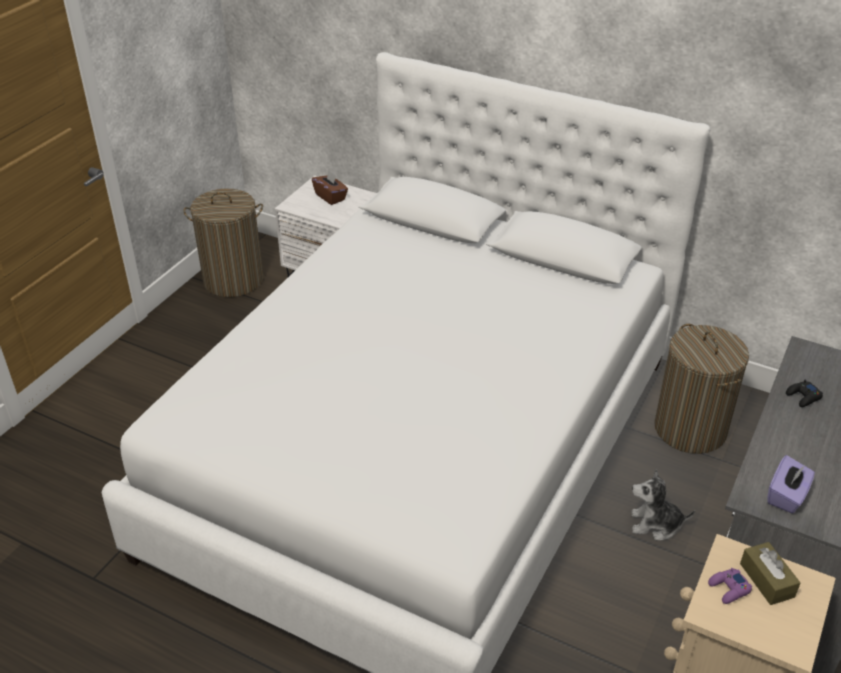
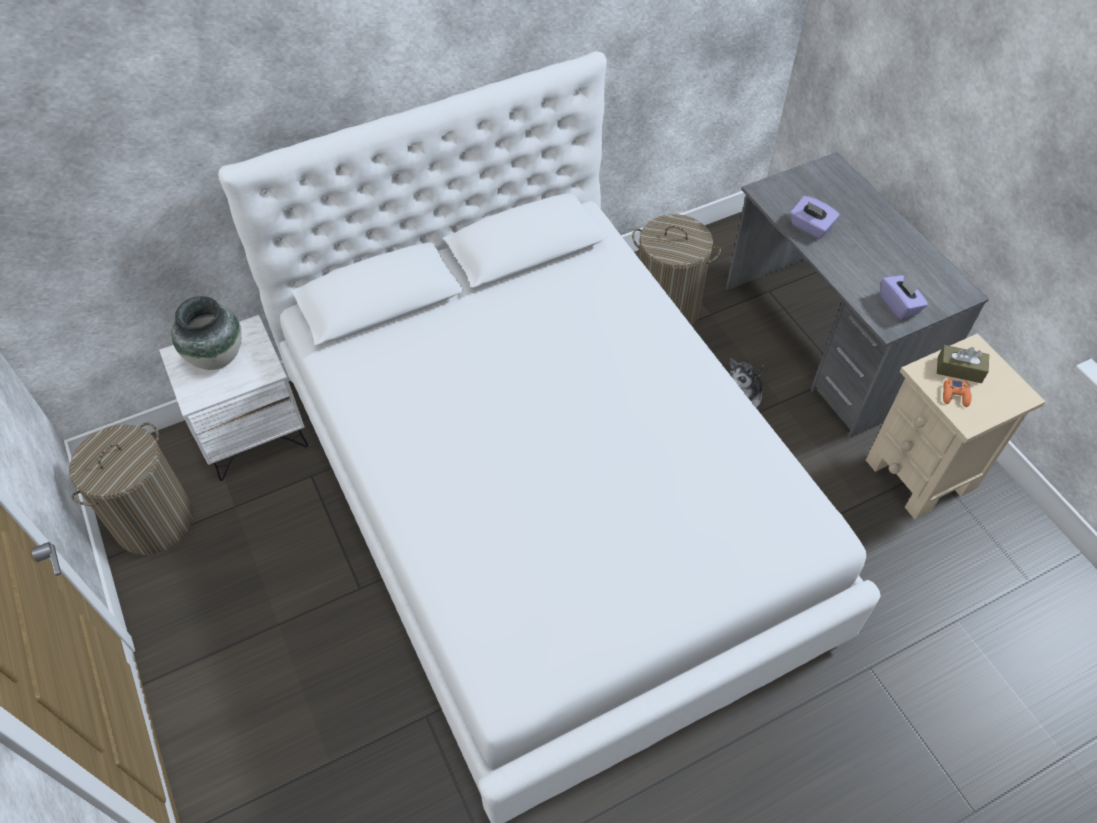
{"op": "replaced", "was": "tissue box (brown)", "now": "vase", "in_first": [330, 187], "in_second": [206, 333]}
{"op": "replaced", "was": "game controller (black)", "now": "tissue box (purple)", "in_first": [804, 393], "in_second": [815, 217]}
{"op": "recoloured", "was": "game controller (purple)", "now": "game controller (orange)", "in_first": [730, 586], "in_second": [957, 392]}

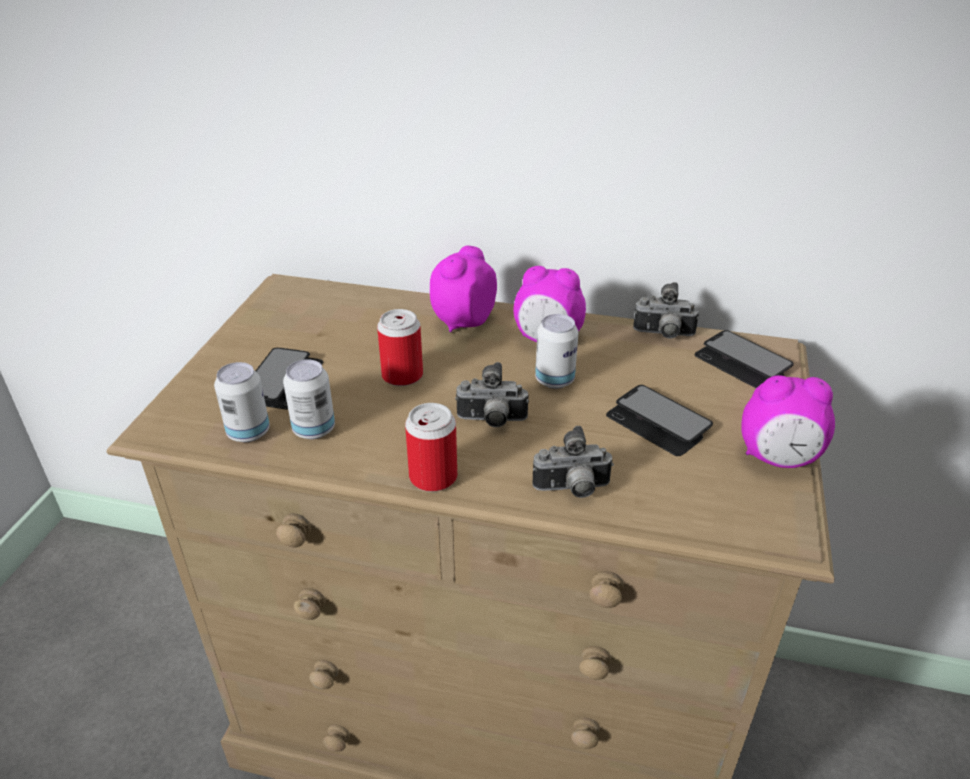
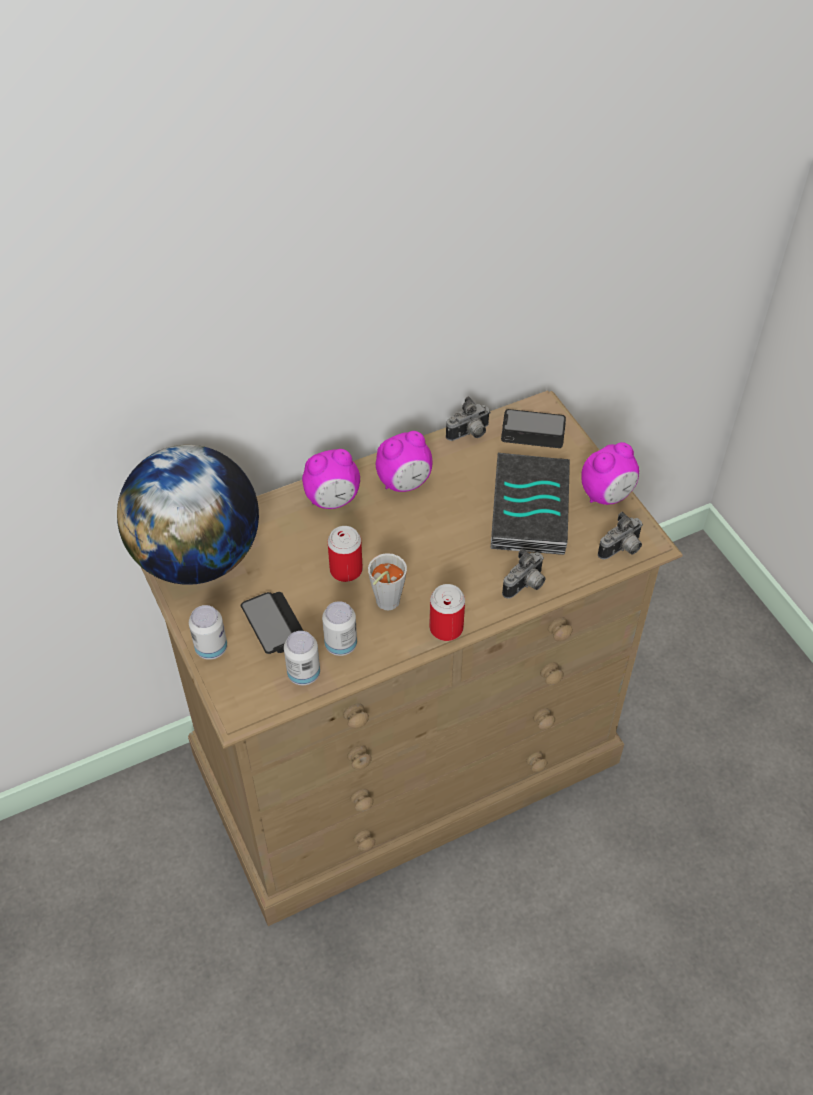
{"op": "added", "now": "globe", "in_second": [188, 515]}
{"op": "added", "now": "cup (grey)", "in_second": [387, 581]}
{"op": "moved", "was": "photo camera", "in_first": [492, 394], "in_second": [620, 536]}
{"op": "moved", "was": "can", "in_first": [556, 351], "in_second": [208, 632]}
{"op": "replaced", "was": "phone", "now": "book", "in_first": [659, 420], "in_second": [530, 504]}
{"op": "turned", "was": "alarm clock", "in_first": [463, 289], "in_second": [331, 479], "clockwise": -105}

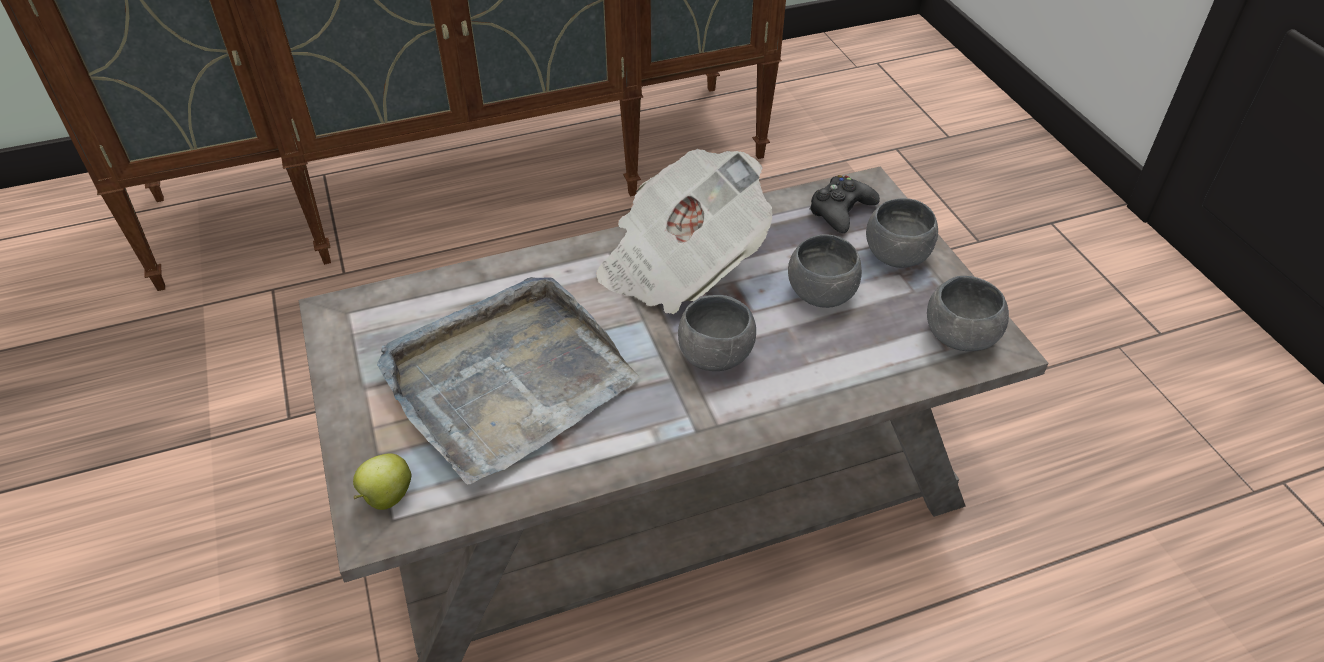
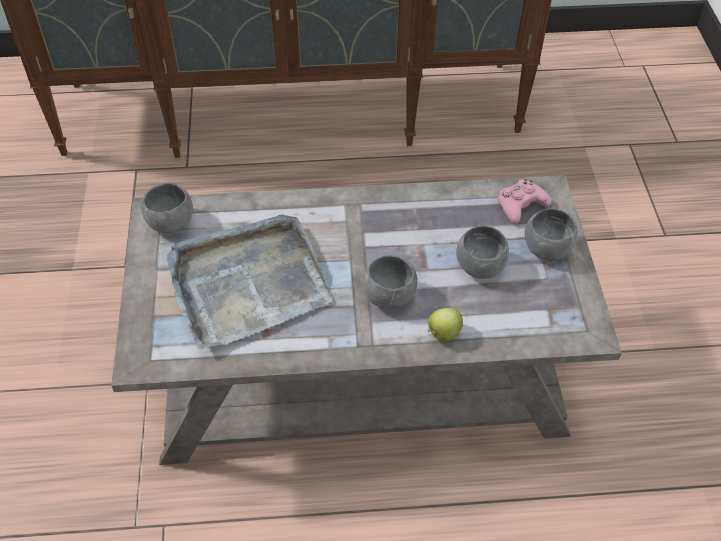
{"op": "removed", "was": "newspaper", "in_first": [684, 231]}
{"op": "moved", "was": "apple", "in_first": [382, 481], "in_second": [445, 325]}
{"op": "moved", "was": "bowl (grey)", "in_first": [968, 313], "in_second": [167, 208]}
{"op": "recoloured", "was": "game controller (black)", "now": "game controller (pink)", "in_first": [844, 204], "in_second": [524, 201]}

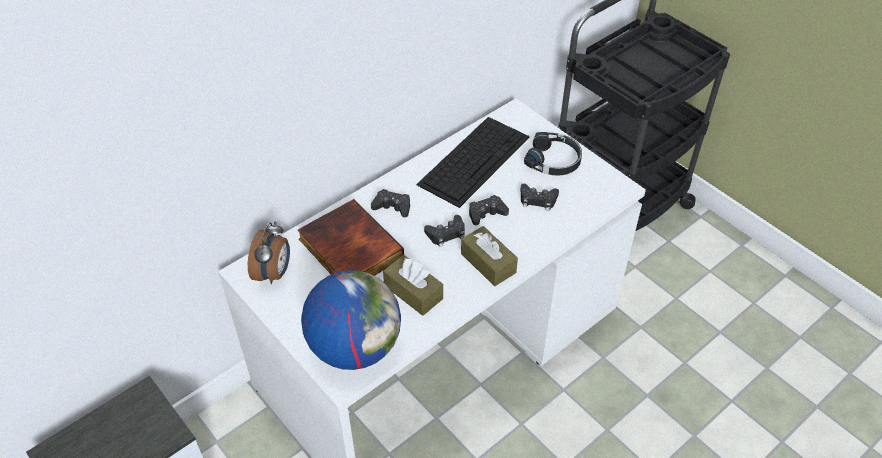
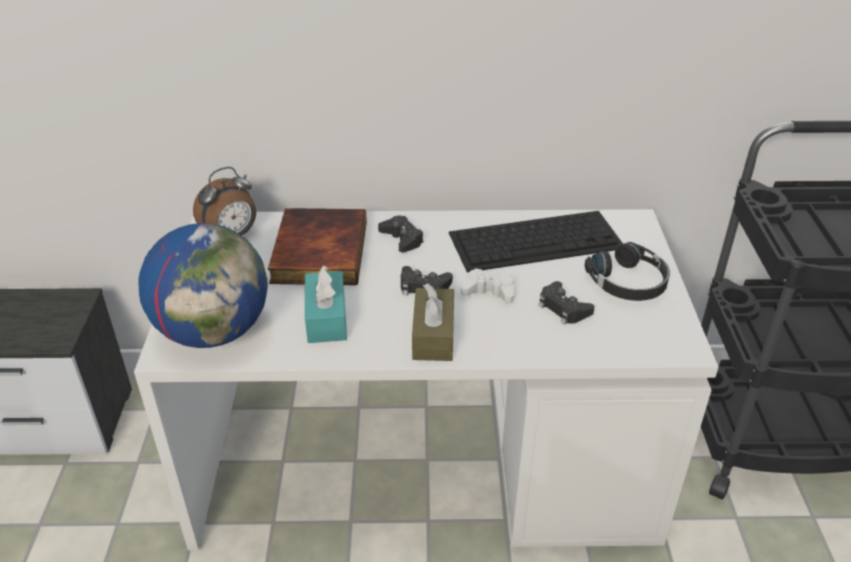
{"op": "recoloured", "was": "tissue box (brown)", "now": "tissue box (turquoise)", "in_first": [413, 285], "in_second": [326, 304]}
{"op": "recoloured", "was": "game controller (black)", "now": "game controller (white)", "in_first": [489, 210], "in_second": [487, 285]}

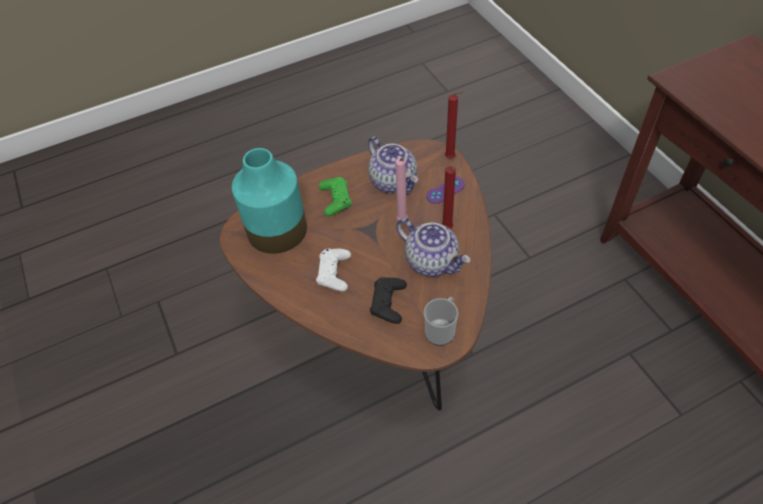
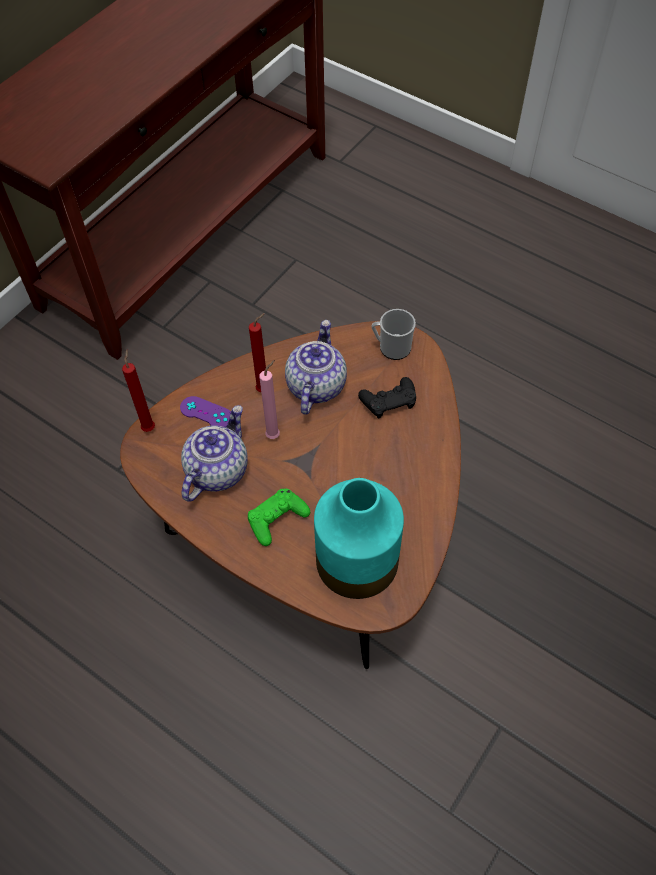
{"op": "removed", "was": "game controller (white)", "in_first": [333, 270]}

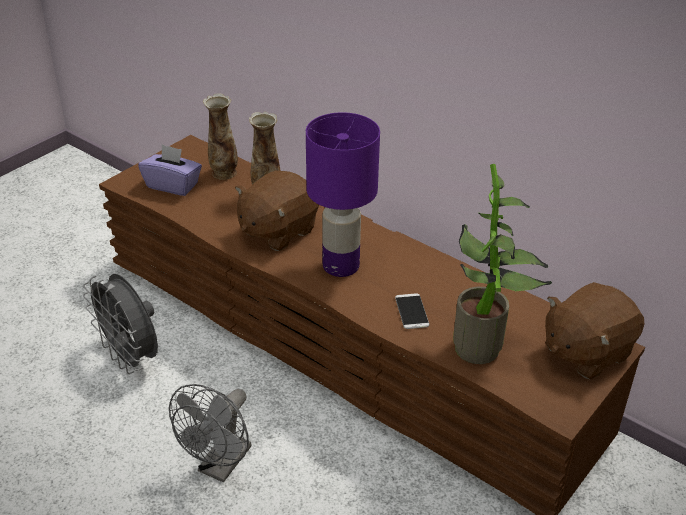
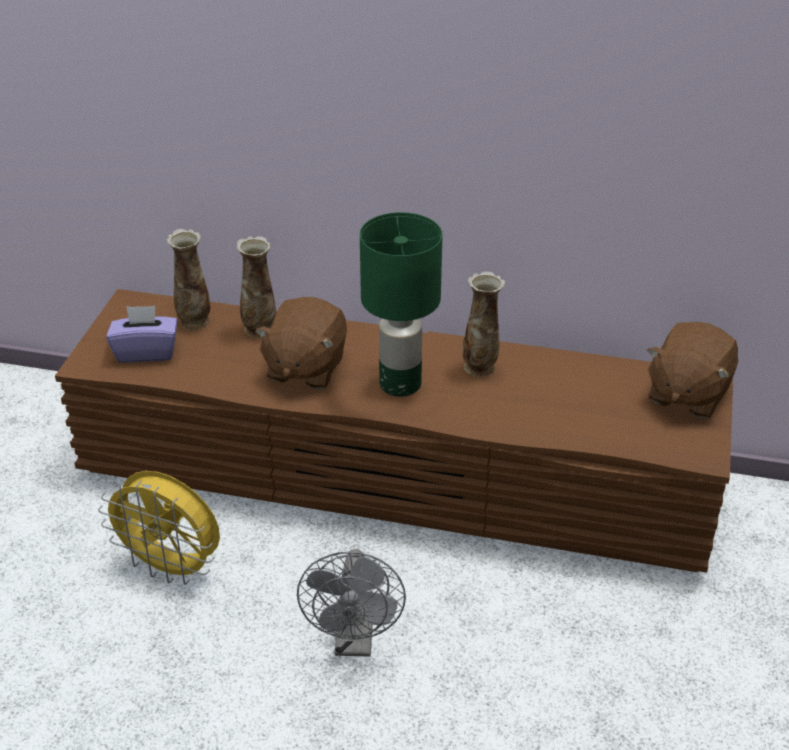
{"op": "removed", "was": "phone", "in_first": [412, 311]}
{"op": "removed", "was": "potted plant", "in_first": [502, 264]}
{"op": "added", "now": "vase", "in_second": [483, 324]}
{"op": "recoloured", "was": "fan (grey)", "now": "fan (yellow)", "in_first": [120, 324], "in_second": [159, 528]}
{"op": "recoloured", "was": "table lamp (purple)", "now": "table lamp (green)", "in_first": [343, 194], "in_second": [401, 304]}

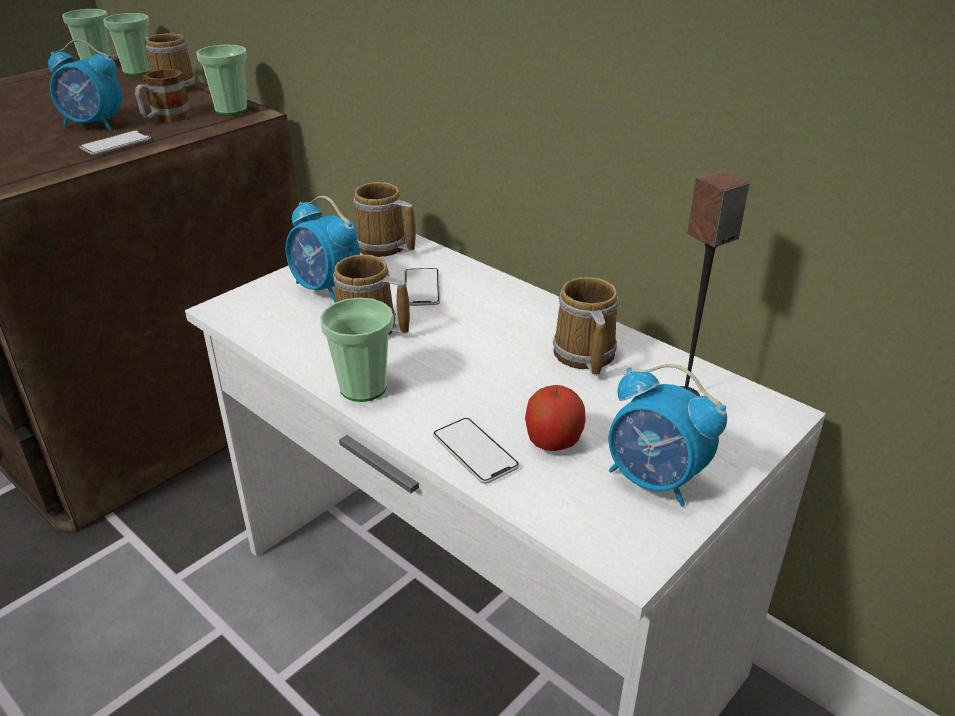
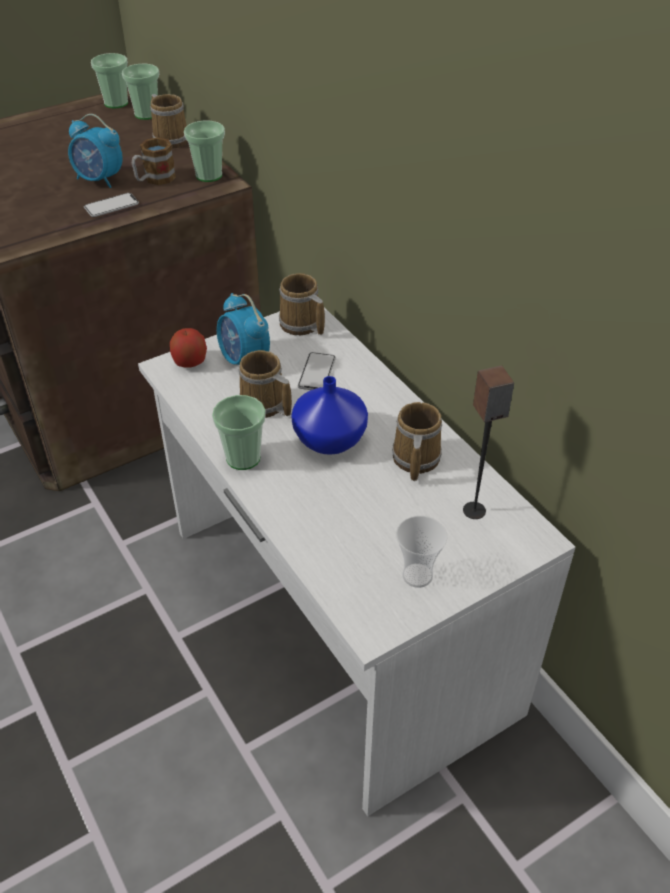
{"op": "removed", "was": "phone", "in_first": [476, 451]}
{"op": "added", "now": "vase (blue)", "in_second": [329, 415]}
{"op": "moved", "was": "apple", "in_first": [555, 418], "in_second": [188, 348]}
{"op": "replaced", "was": "alarm clock", "now": "cup", "in_first": [667, 435], "in_second": [422, 552]}

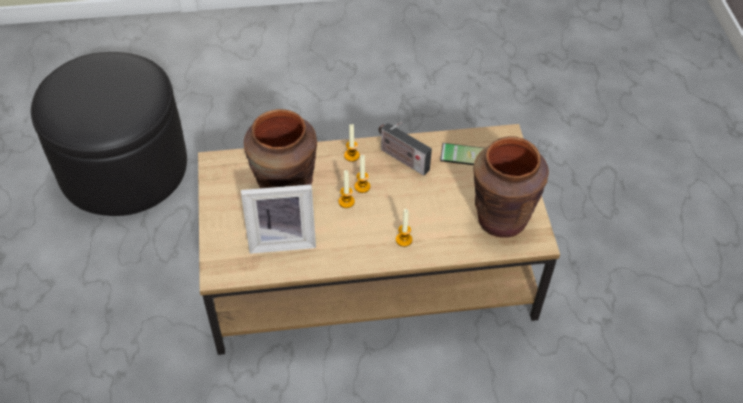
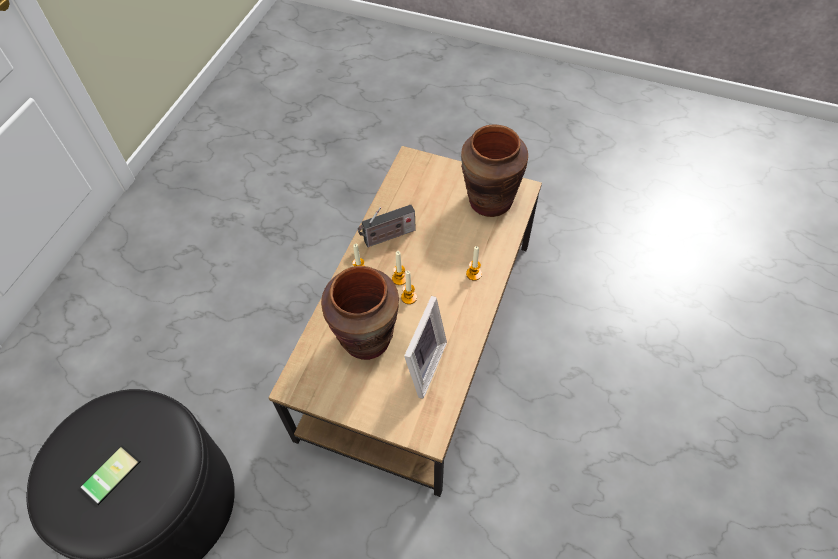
{"op": "moved", "was": "phone", "in_first": [462, 154], "in_second": [110, 475]}

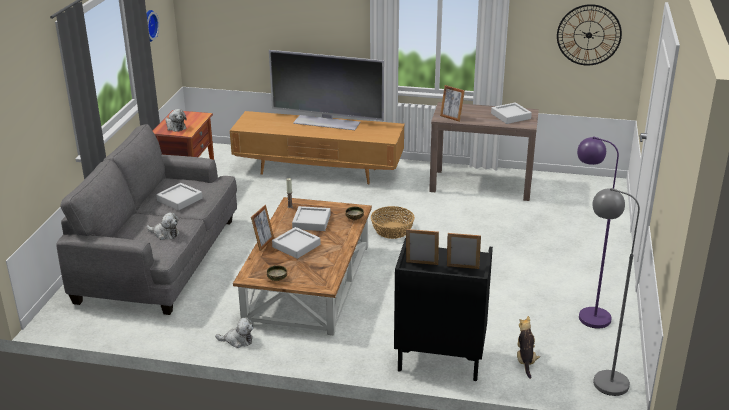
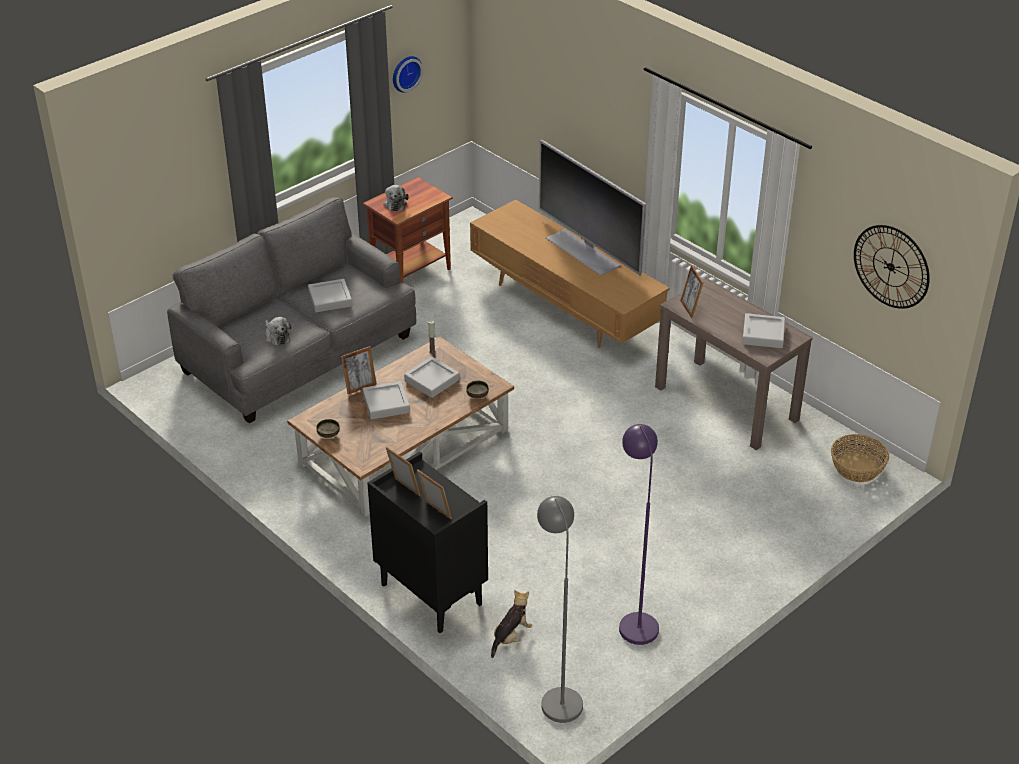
{"op": "removed", "was": "plush toy", "in_first": [234, 332]}
{"op": "moved", "was": "basket", "in_first": [393, 222], "in_second": [860, 458]}

